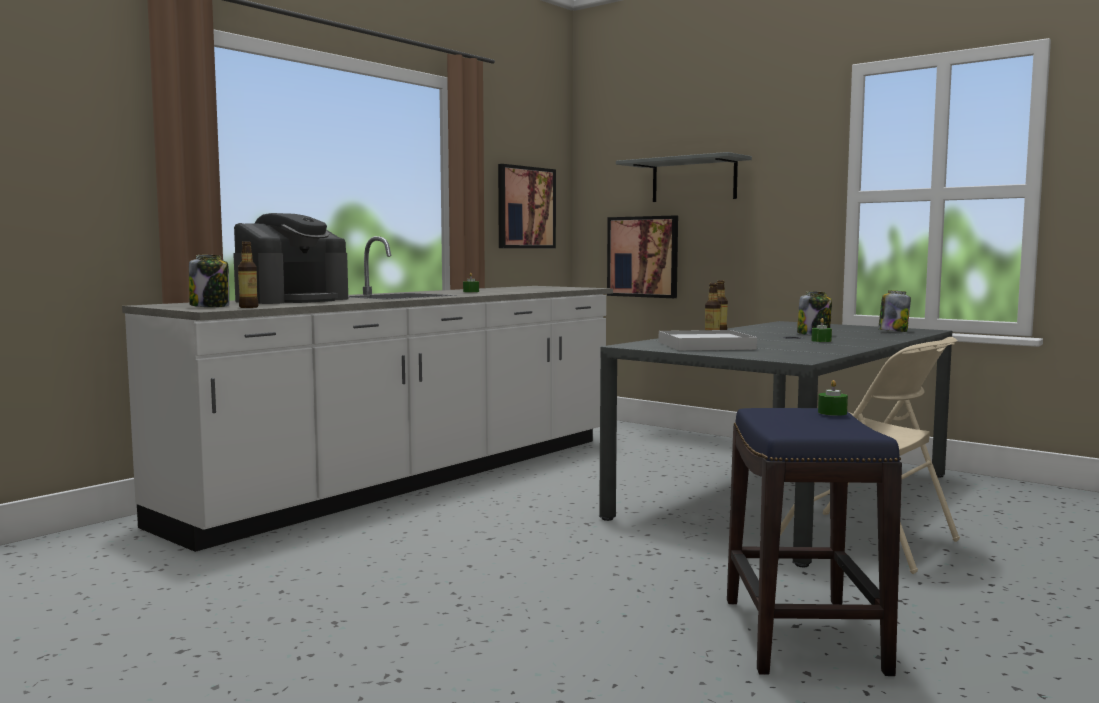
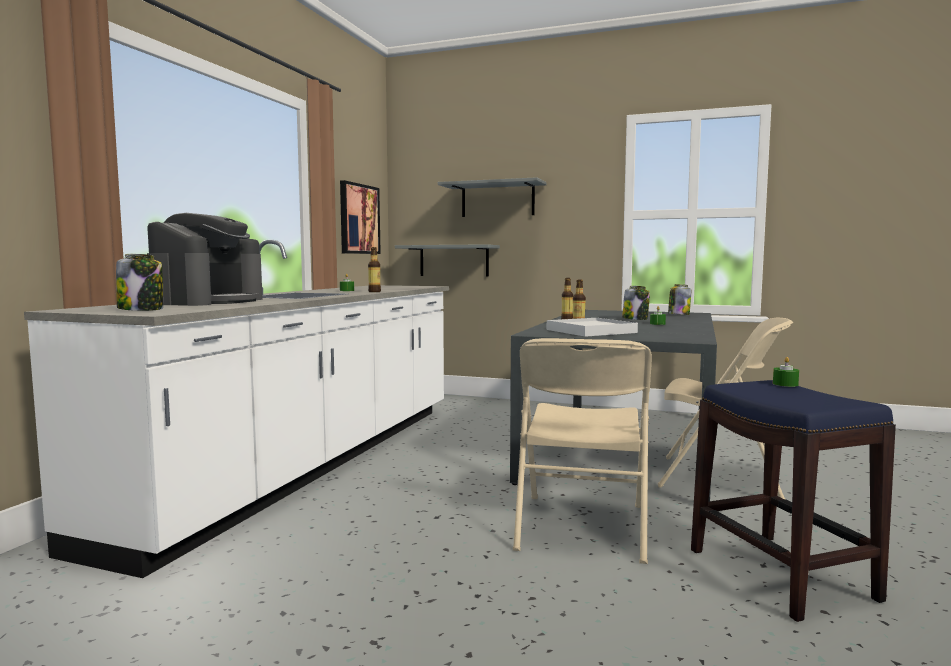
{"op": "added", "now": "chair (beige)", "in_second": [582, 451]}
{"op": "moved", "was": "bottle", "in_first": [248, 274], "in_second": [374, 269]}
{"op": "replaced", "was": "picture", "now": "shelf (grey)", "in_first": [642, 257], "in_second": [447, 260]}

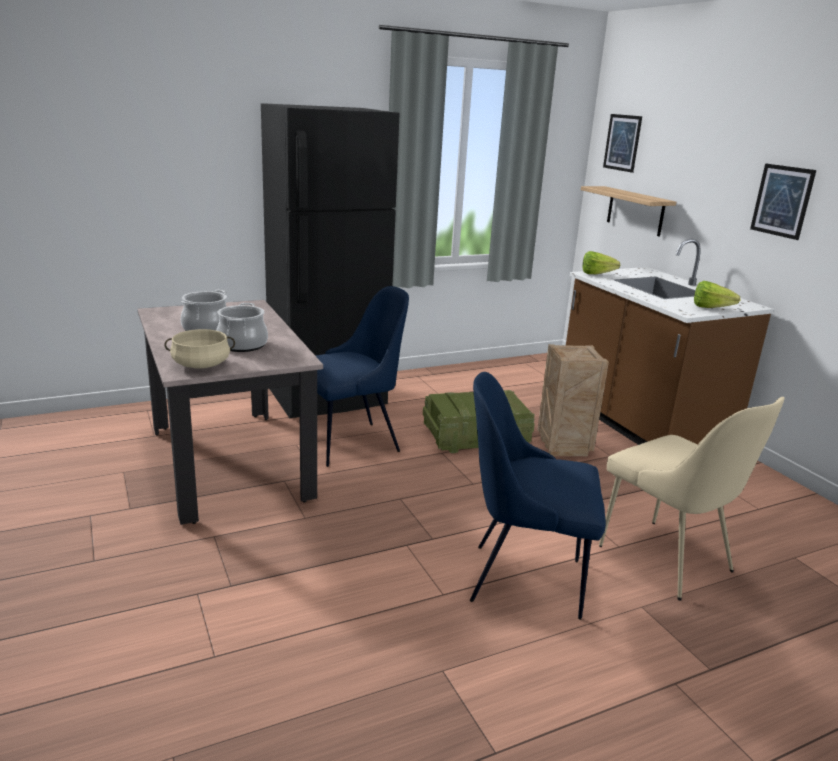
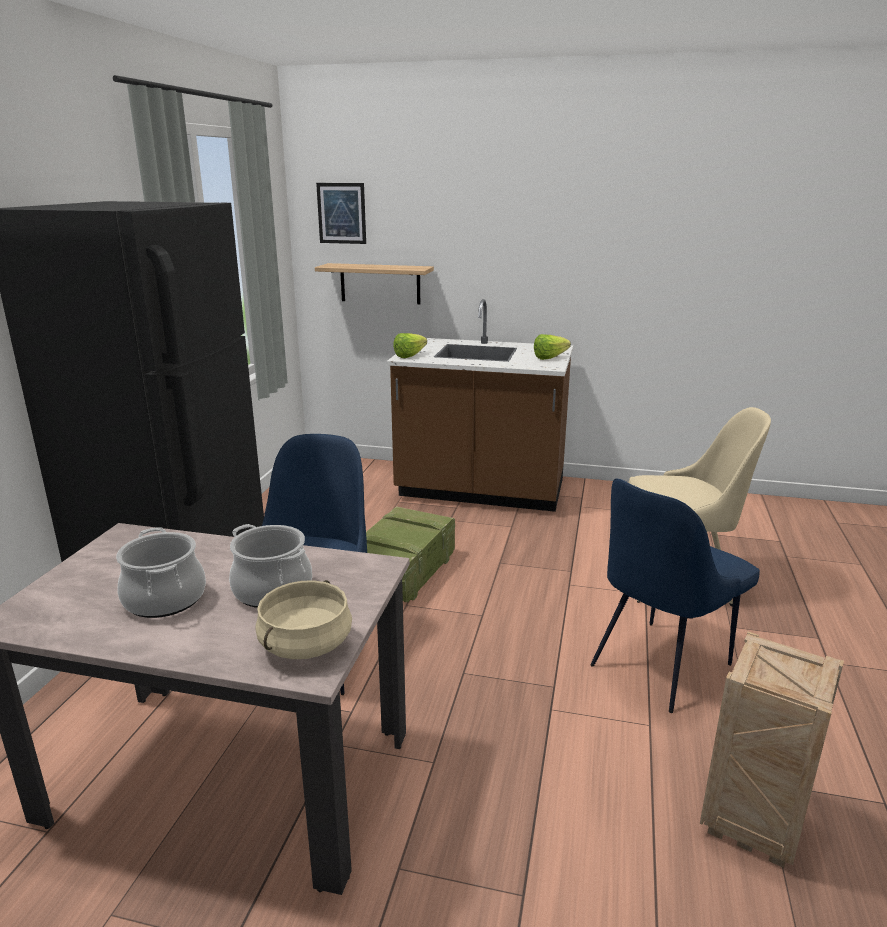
{"op": "removed", "was": "picture", "in_first": [783, 202]}
{"op": "moved", "was": "crate", "in_first": [573, 400], "in_second": [772, 750]}

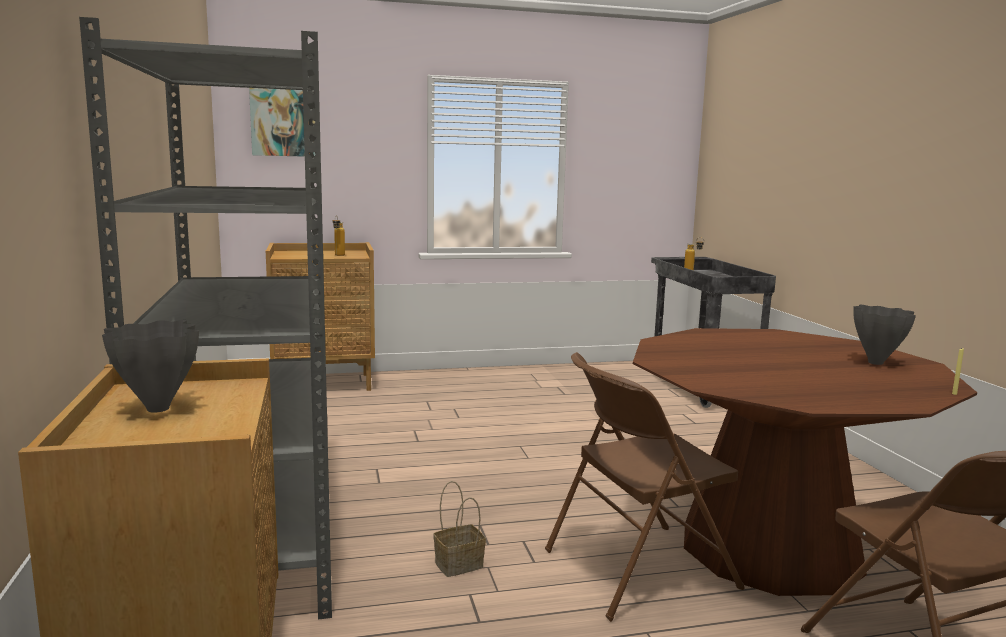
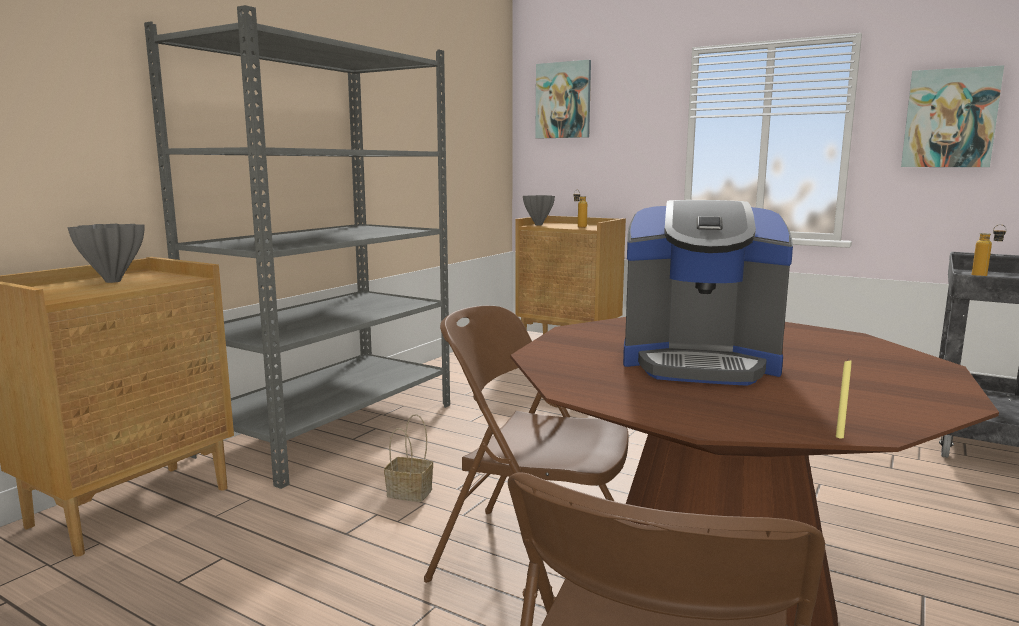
{"op": "added", "now": "coffee machine", "in_second": [708, 293]}
{"op": "added", "now": "picture", "in_second": [952, 116]}
{"op": "moved", "was": "vase (grey)", "in_first": [884, 334], "in_second": [539, 210]}

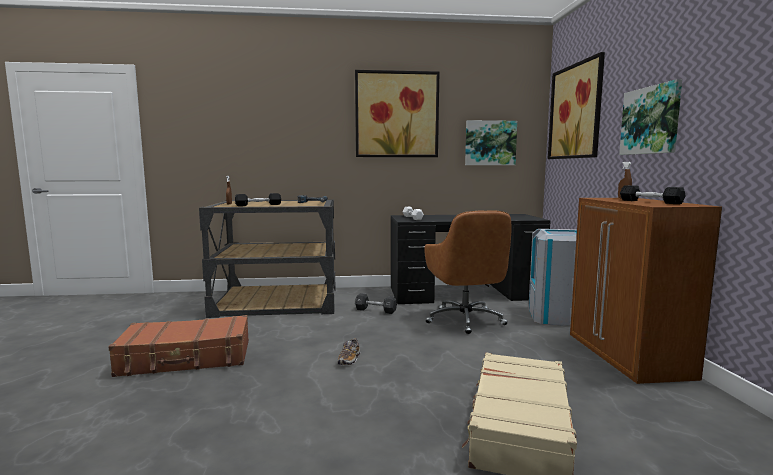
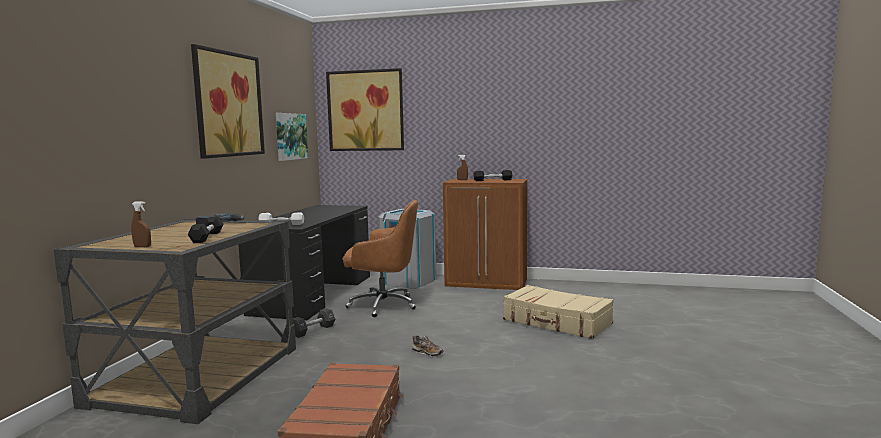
{"op": "removed", "was": "picture", "in_first": [650, 117]}

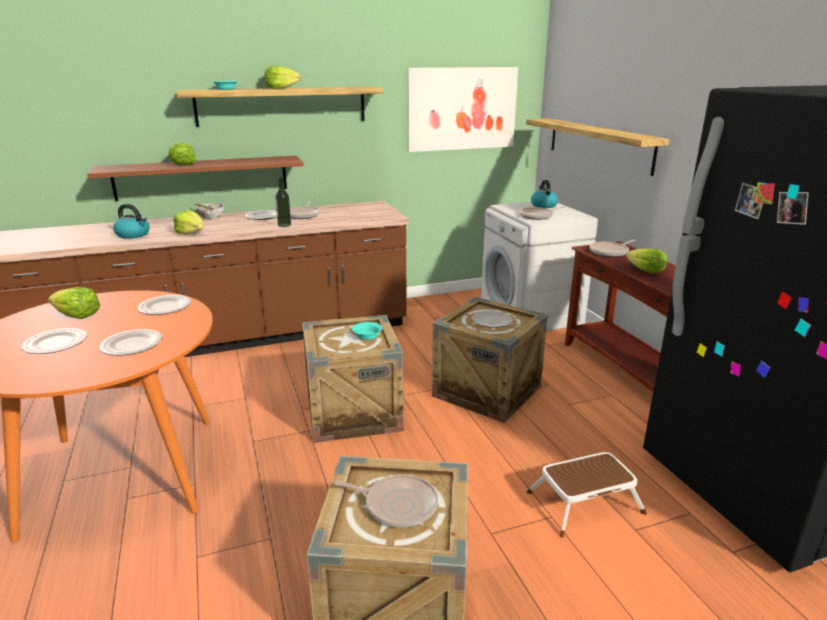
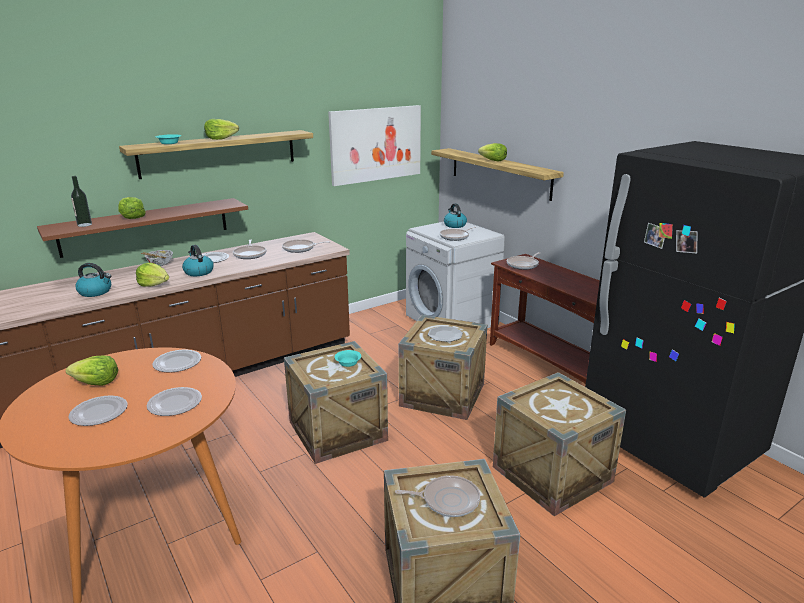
{"op": "added", "now": "kettle", "in_second": [198, 260]}
{"op": "added", "now": "frying pan", "in_second": [306, 246]}
{"op": "moved", "was": "bottle", "in_first": [283, 202], "in_second": [81, 201]}
{"op": "moved", "was": "lettuce", "in_first": [646, 261], "in_second": [492, 152]}
{"op": "replaced", "was": "step ladder (brown)", "now": "crate", "in_first": [586, 495], "in_second": [559, 444]}

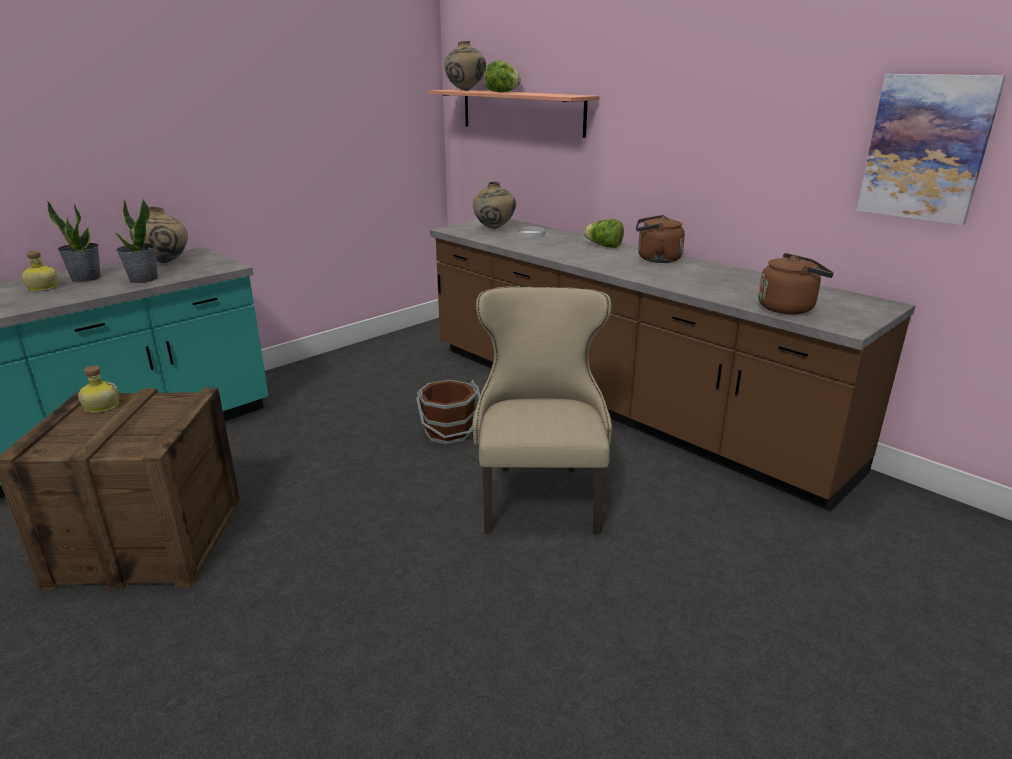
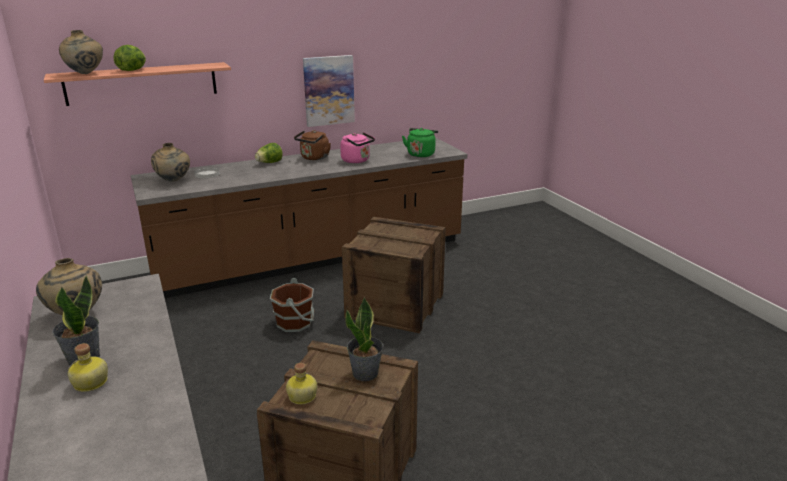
{"op": "added", "now": "kettle (pink)", "in_second": [357, 147]}
{"op": "moved", "was": "potted plant", "in_first": [137, 241], "in_second": [364, 339]}
{"op": "moved", "was": "picture", "in_first": [931, 149], "in_second": [329, 91]}
{"op": "replaced", "was": "chair (beige)", "now": "crate", "in_first": [542, 410], "in_second": [394, 275]}
{"op": "recoloured", "was": "kettle (brown)", "now": "kettle (green)", "in_first": [796, 283], "in_second": [420, 142]}

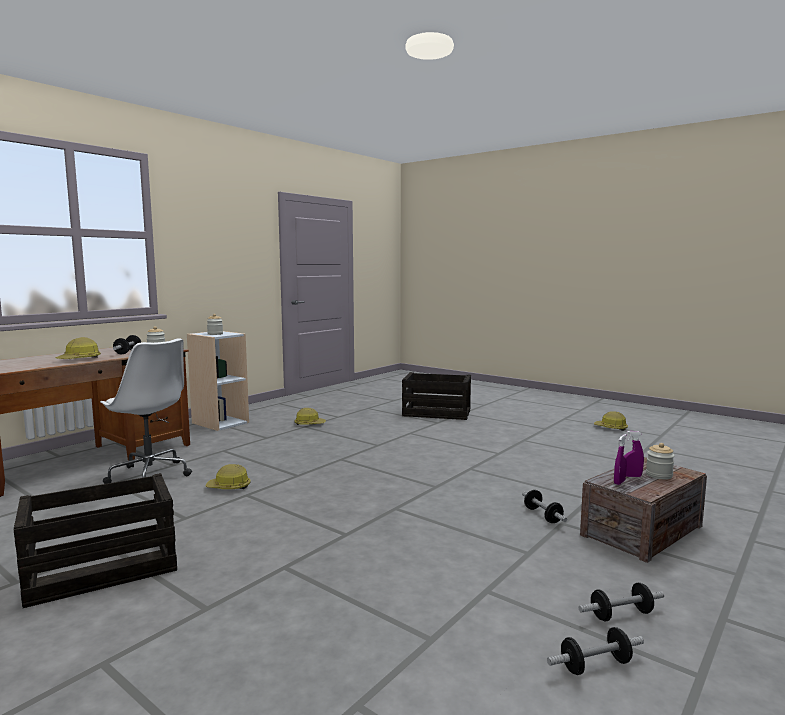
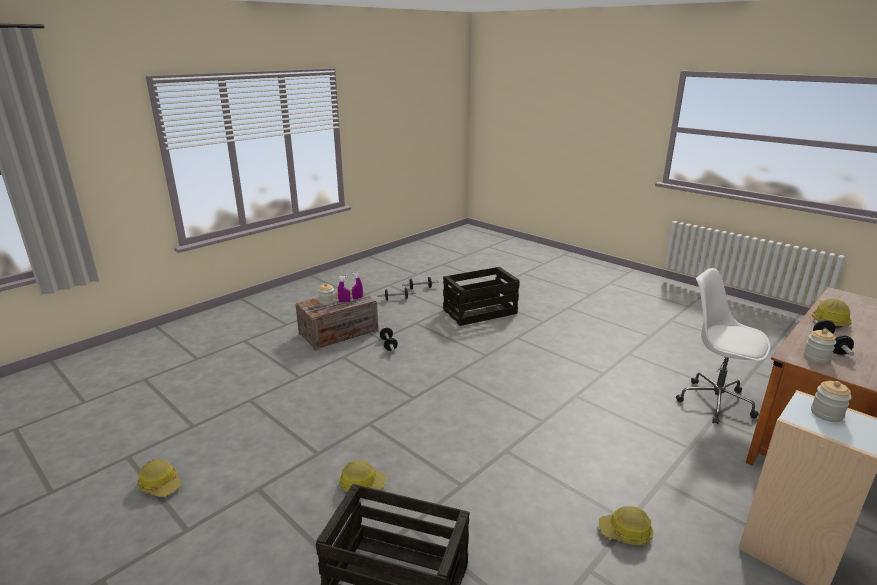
{"op": "moved", "was": "crate", "in_first": [95, 540], "in_second": [481, 296]}
{"op": "moved", "was": "hard hat", "in_first": [228, 476], "in_second": [362, 476]}

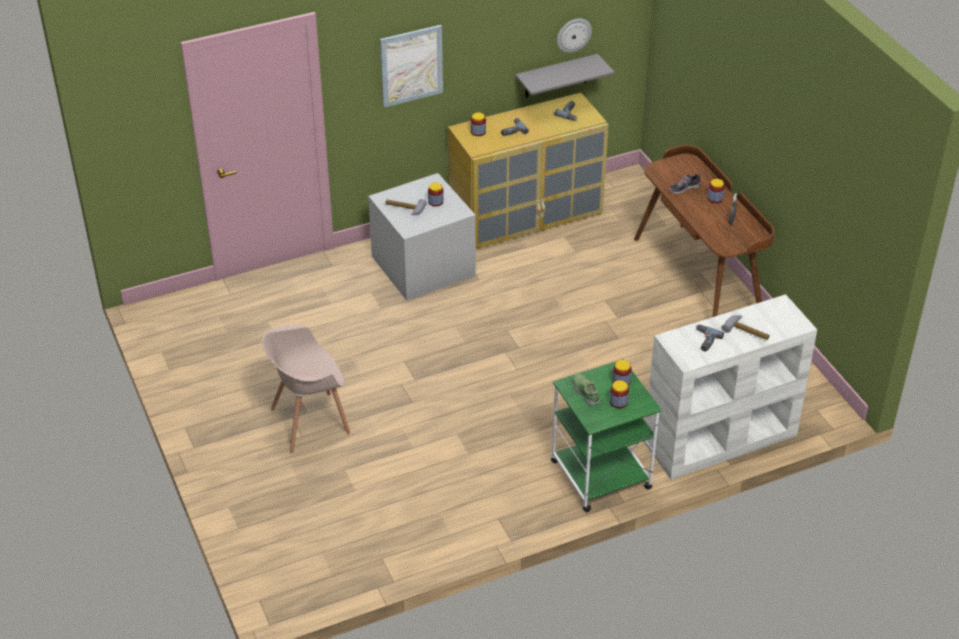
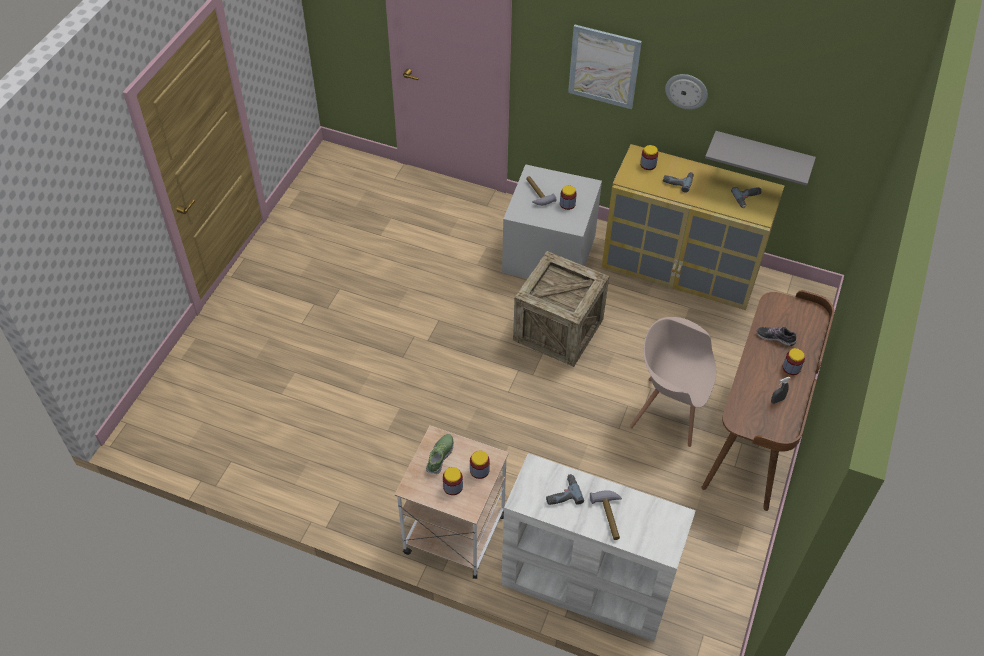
{"op": "added", "now": "crate", "in_second": [561, 309]}
{"op": "moved", "was": "chair (beige)", "in_first": [306, 388], "in_second": [672, 382]}
{"op": "moved", "was": "wall clock", "in_first": [574, 36], "in_second": [686, 92]}
{"op": "recoloured", "was": "cart (green)", "now": "cart (beige)", "in_first": [606, 435], "in_second": [451, 502]}

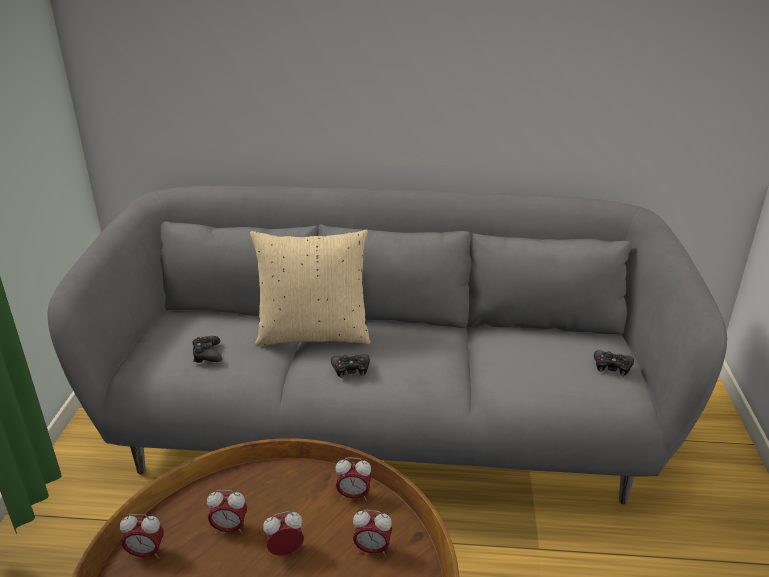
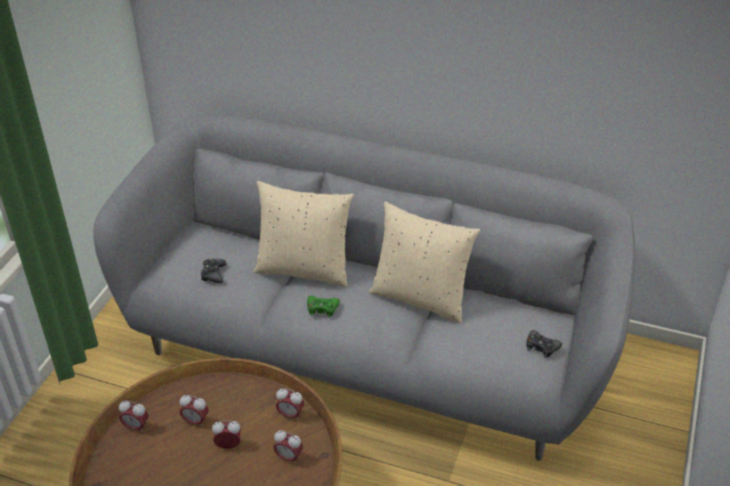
{"op": "added", "now": "pillow (beige)", "in_second": [424, 262]}
{"op": "recoloured", "was": "game controller (black)", "now": "game controller (green)", "in_first": [350, 366], "in_second": [323, 306]}

